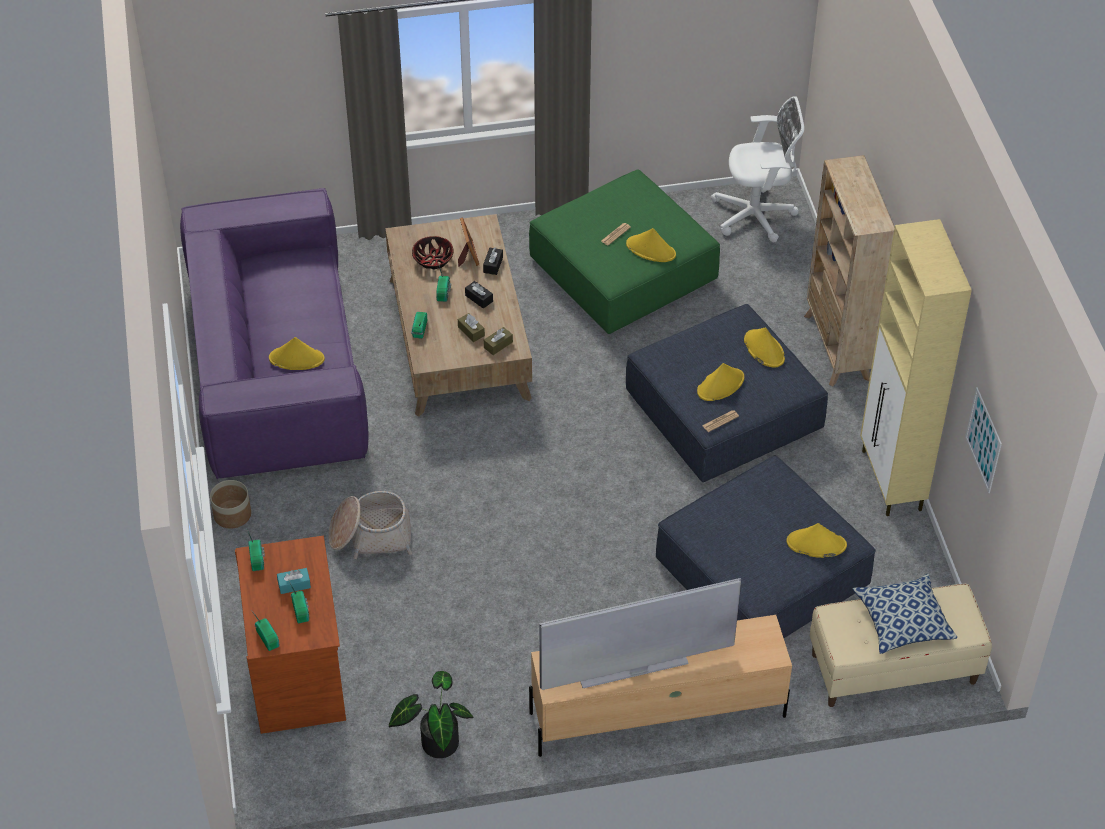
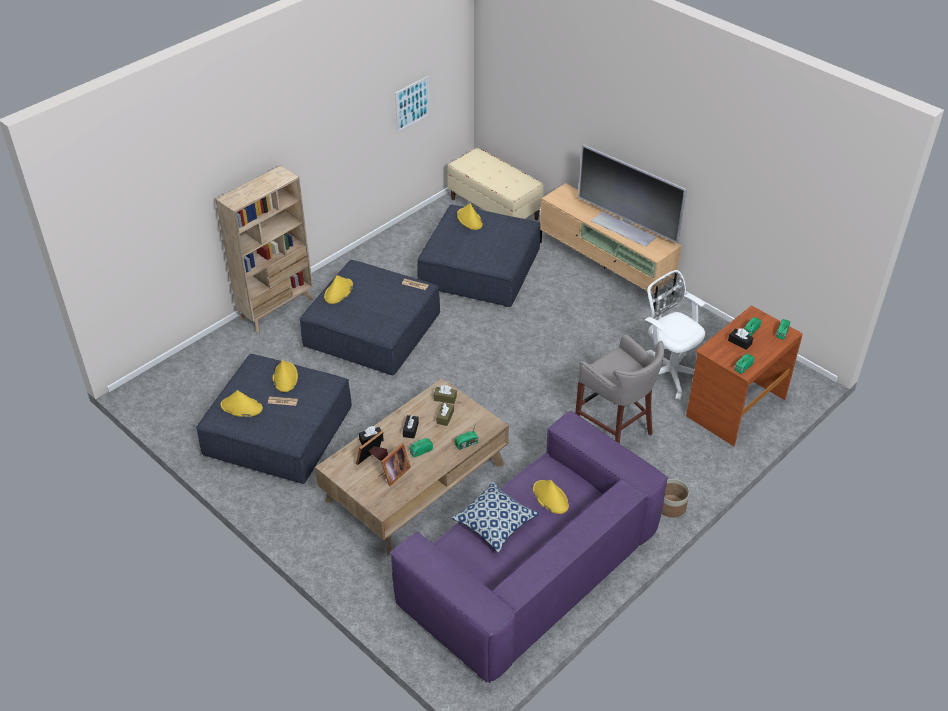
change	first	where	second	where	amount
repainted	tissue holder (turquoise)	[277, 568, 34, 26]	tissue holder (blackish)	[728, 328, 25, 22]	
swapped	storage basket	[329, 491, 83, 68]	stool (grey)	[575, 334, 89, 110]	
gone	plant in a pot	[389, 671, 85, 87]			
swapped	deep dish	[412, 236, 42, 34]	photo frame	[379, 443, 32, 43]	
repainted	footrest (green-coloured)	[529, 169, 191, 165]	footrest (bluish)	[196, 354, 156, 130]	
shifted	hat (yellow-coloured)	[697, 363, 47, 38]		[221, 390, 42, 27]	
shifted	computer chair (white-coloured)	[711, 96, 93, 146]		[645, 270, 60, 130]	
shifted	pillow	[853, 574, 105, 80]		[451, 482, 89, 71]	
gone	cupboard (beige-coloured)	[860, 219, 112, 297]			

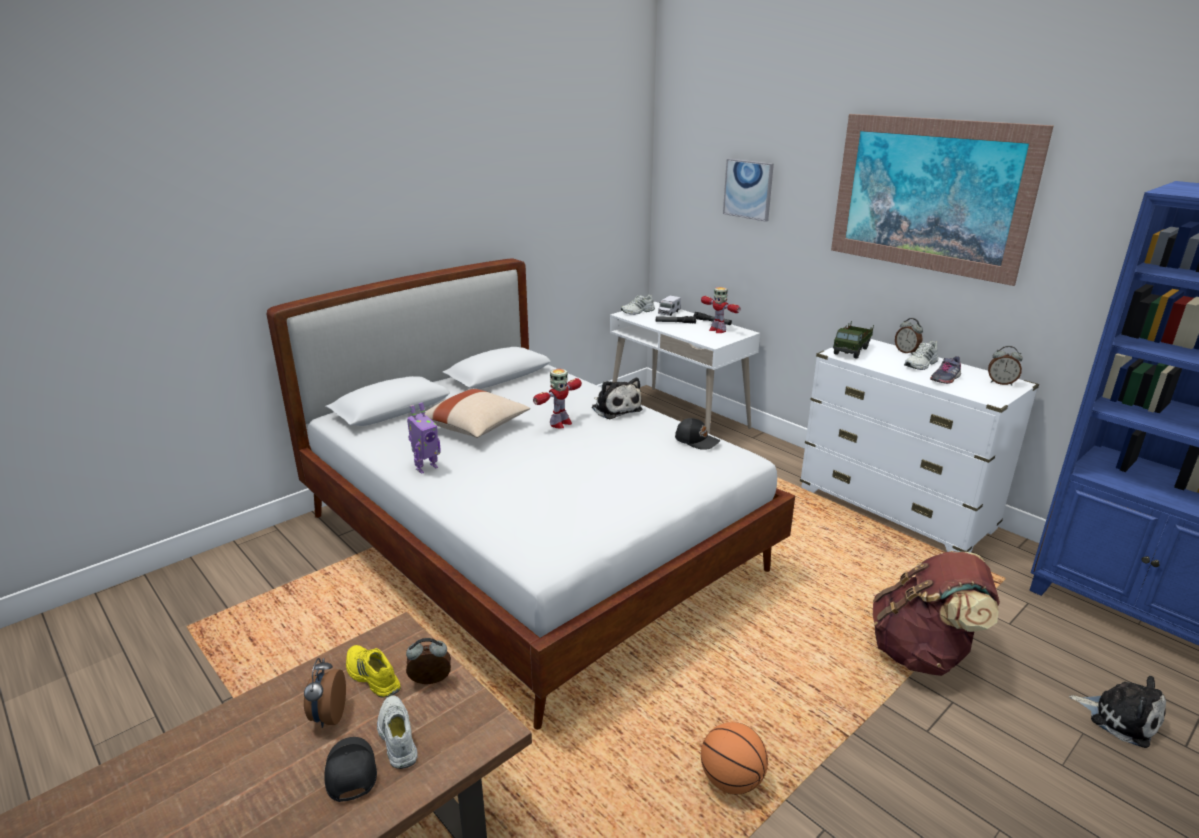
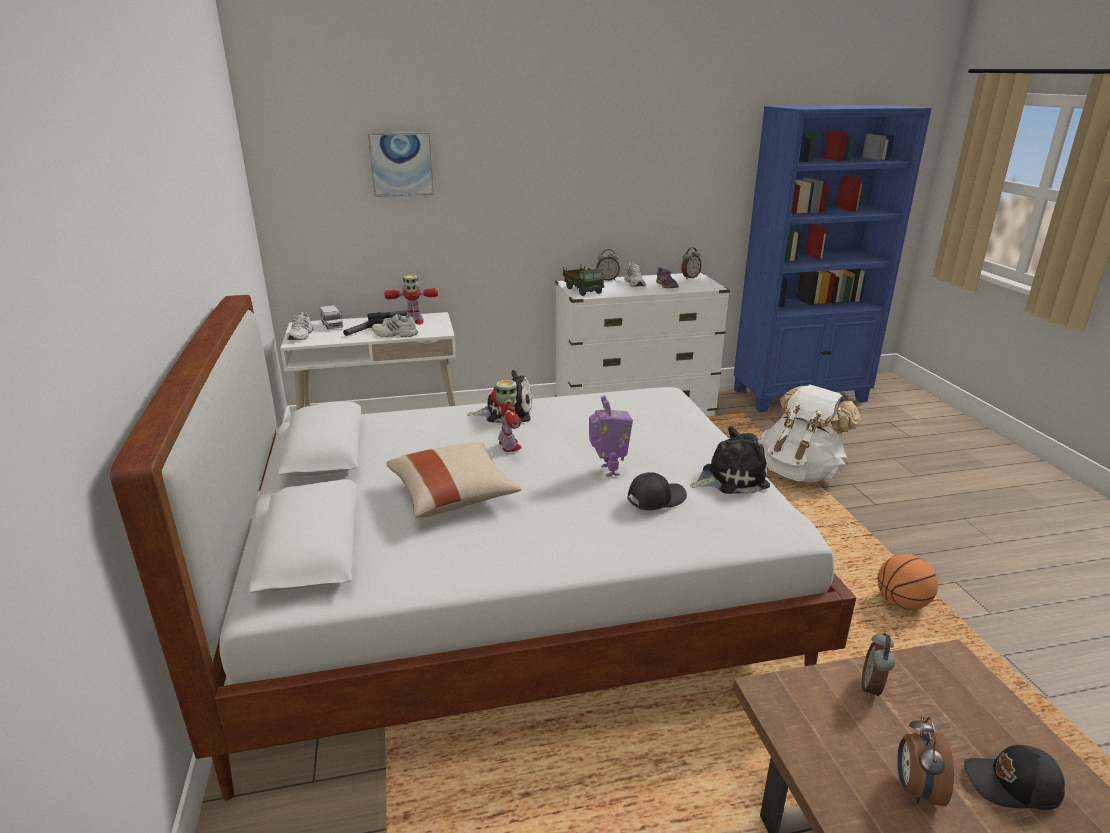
change	first	where	second	where	amount
rotated	table clock	[304, 658, 42, 70]		[897, 716, 57, 90]	75 degrees clockwise
gone	low shoe (yellow-coloured)	[346, 645, 55, 53]			
shifted	low shoe (white-coloured)	[377, 695, 40, 74]		[372, 314, 46, 23]	
shifted	toy robot	[407, 402, 34, 72]		[589, 395, 44, 82]	
shifted	baseball cap (blackish)	[675, 418, 45, 32]		[628, 472, 59, 38]	
gone	wall picture	[831, 114, 223, 172]			
repainted	rucksack (brownish)	[873, 551, 127, 125]	rucksack (white-coloured)	[760, 385, 101, 98]	
shifted	cuddly toy	[1069, 676, 97, 72]		[690, 426, 80, 68]	

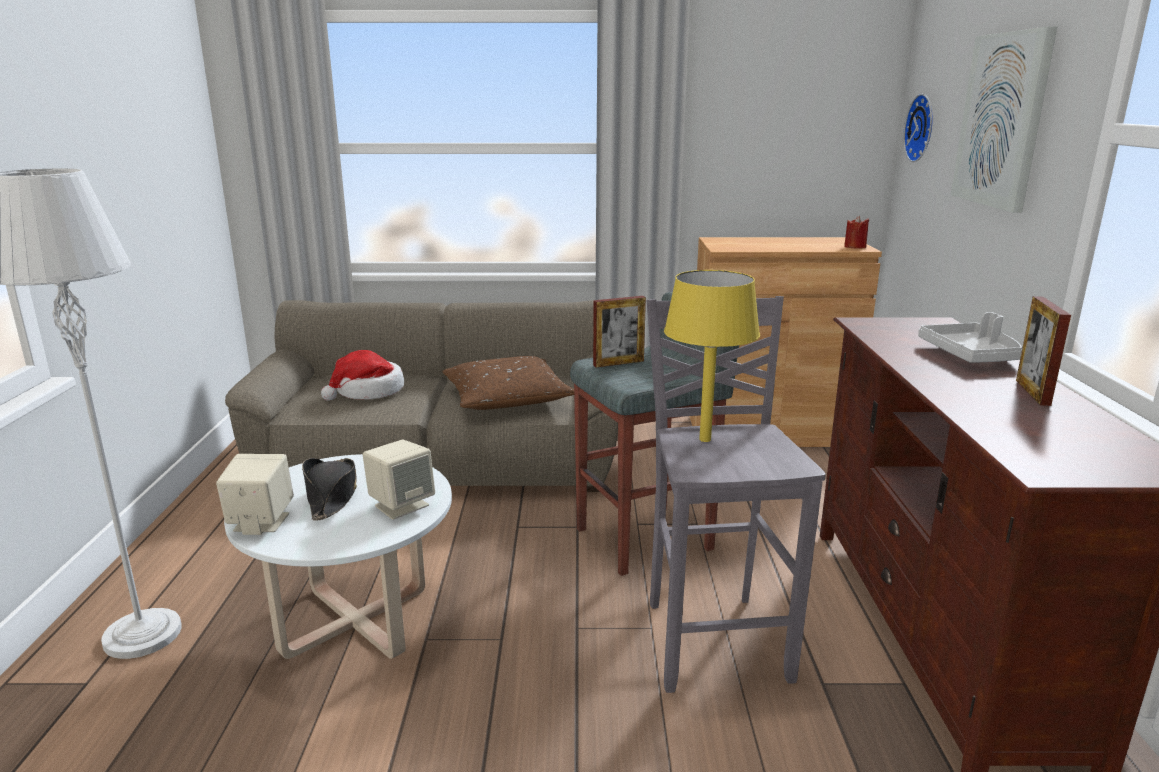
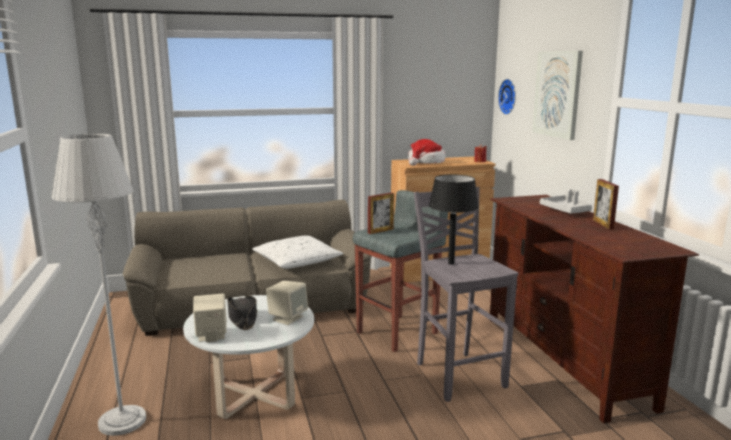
change	first	where	second	where	amount
shifted	hat	[321, 350, 83, 51]		[408, 139, 37, 27]	
repainted	pillow (brownish)	[442, 356, 132, 54]	pillow (white-coloured)	[252, 235, 91, 34]	
repainted	tabletop lamp (yellow-coloured)	[664, 270, 96, 172]	tabletop lamp (blackish)	[429, 175, 50, 90]	

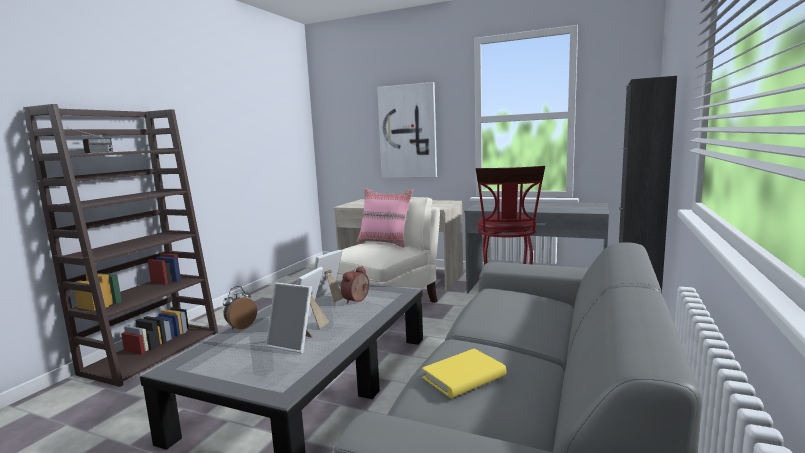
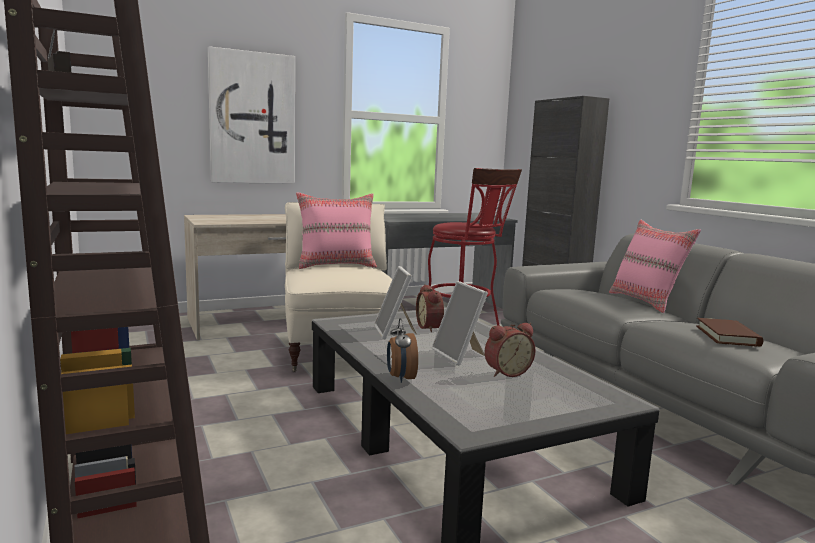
change	first	where	second	where	amount
swapped	photo frame	[266, 282, 47, 72]	table clock	[484, 323, 52, 54]	
repainted	bound book (yellow-coloured)	[422, 349, 84, 49]	bound book (brownish)	[696, 318, 67, 29]	
new			pillow (pink-coloured)	[609, 219, 92, 94]	

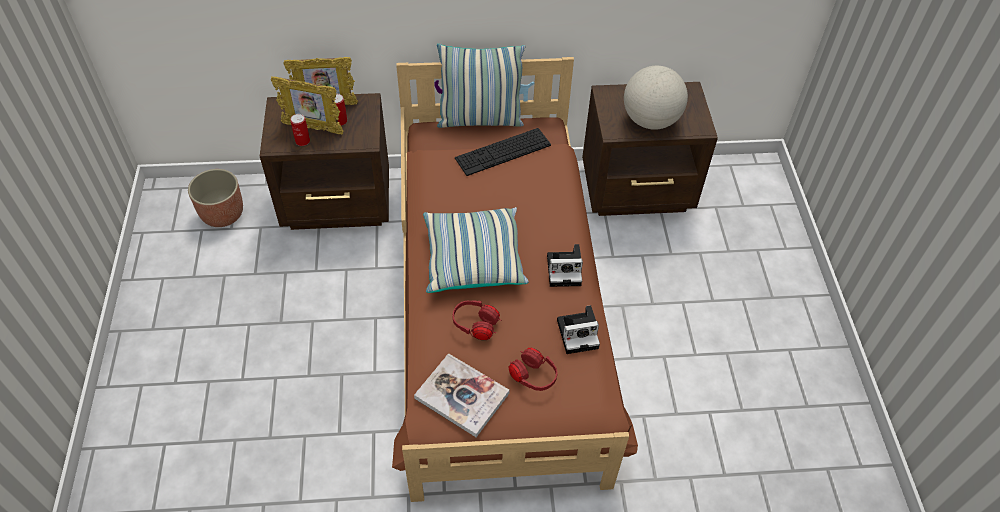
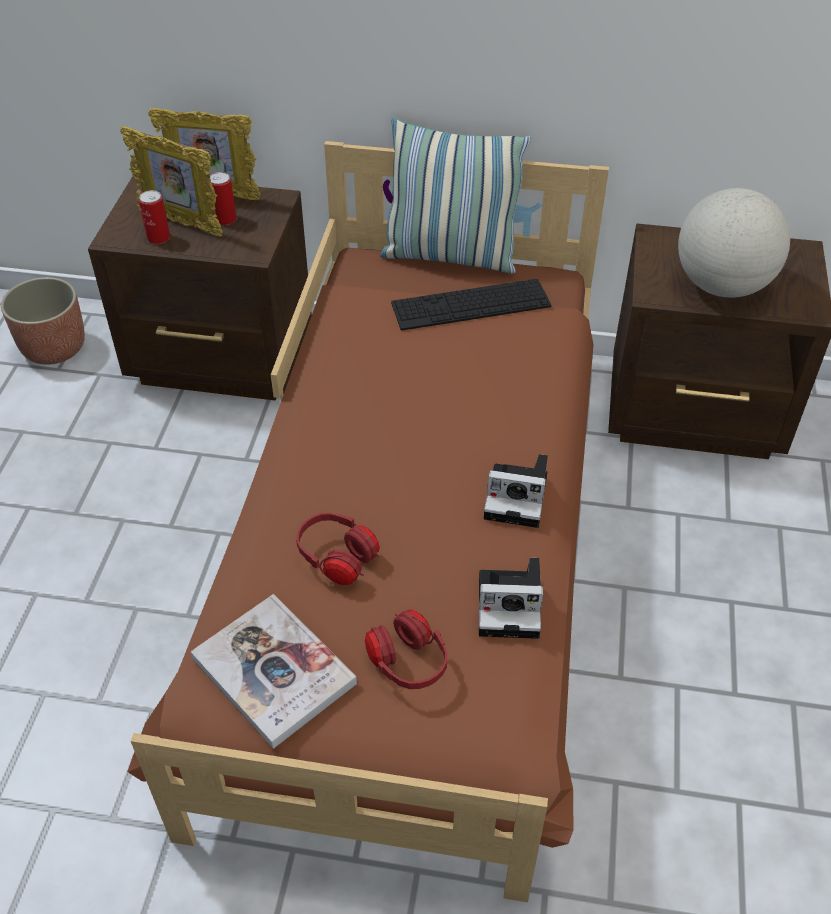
change	first	where	second	where	amount
gone	pillow	[423, 207, 105, 86]			

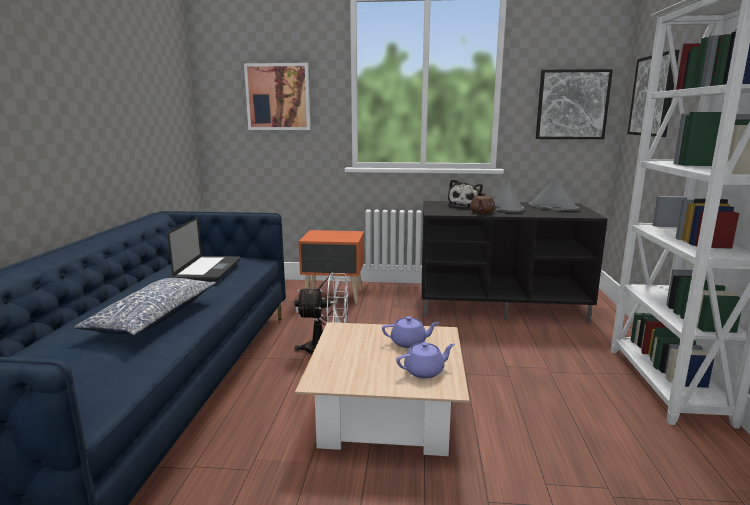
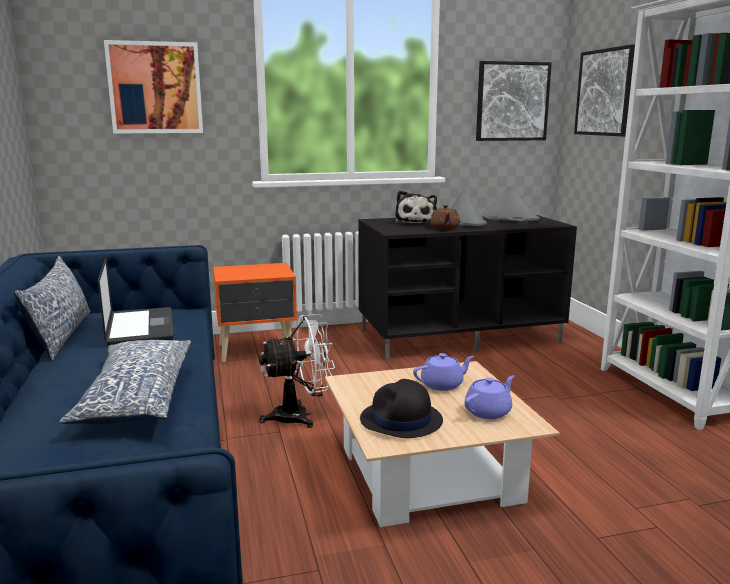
change	first	where	second	where	amount
new			pillow	[14, 256, 76, 105]	
new			hat (blackish)	[360, 379, 83, 59]	

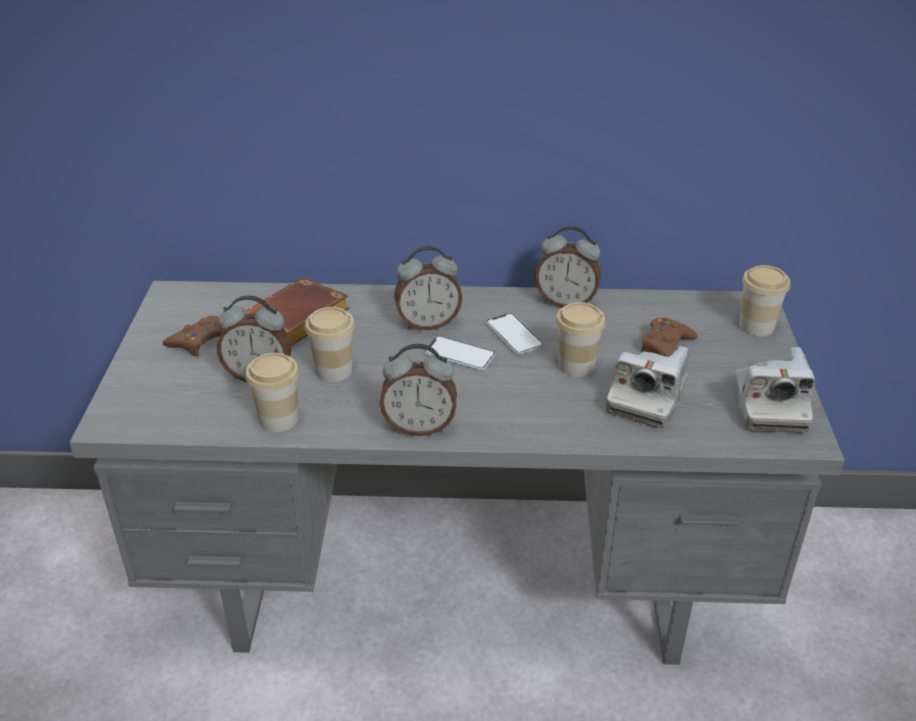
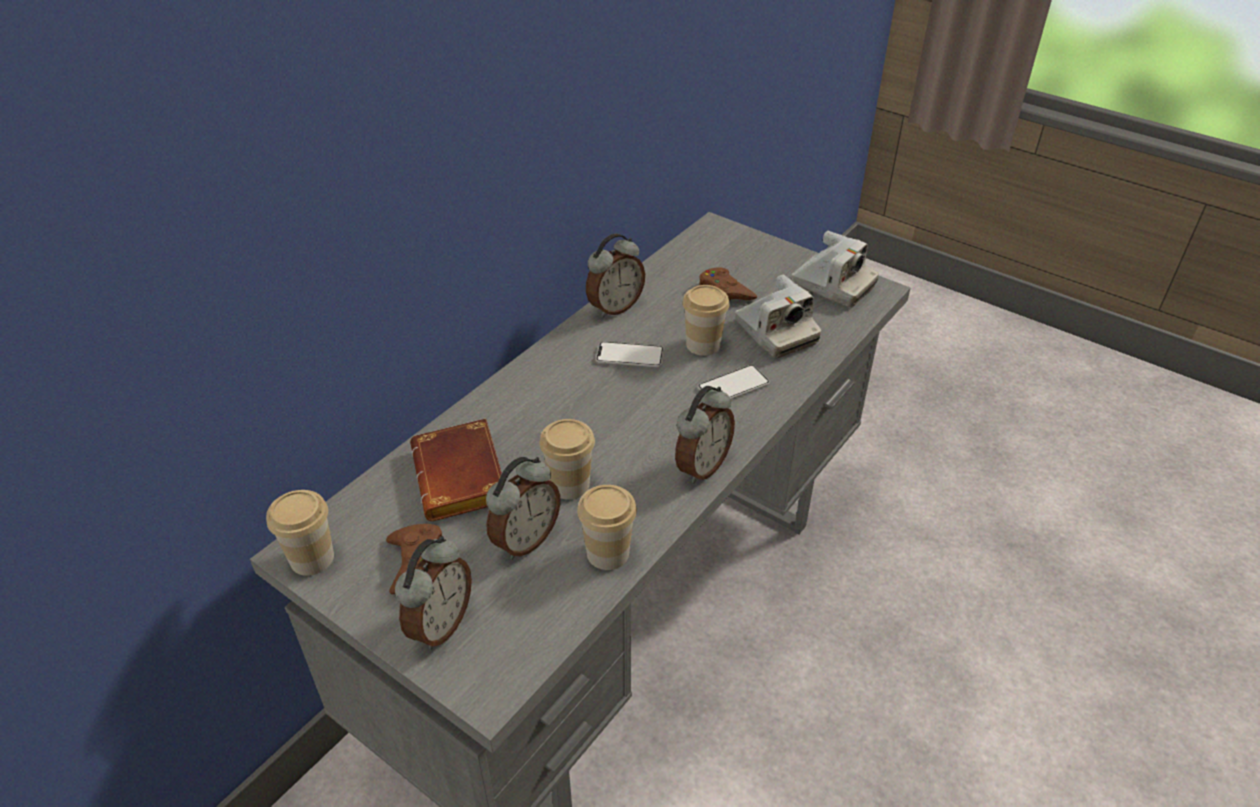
change	first	where	second	where	amount
shifted	table clock	[394, 246, 68, 84]		[395, 536, 77, 114]	
shifted	phone	[424, 336, 72, 34]		[698, 365, 72, 34]	
shifted	cup	[739, 265, 51, 71]		[266, 490, 68, 86]	

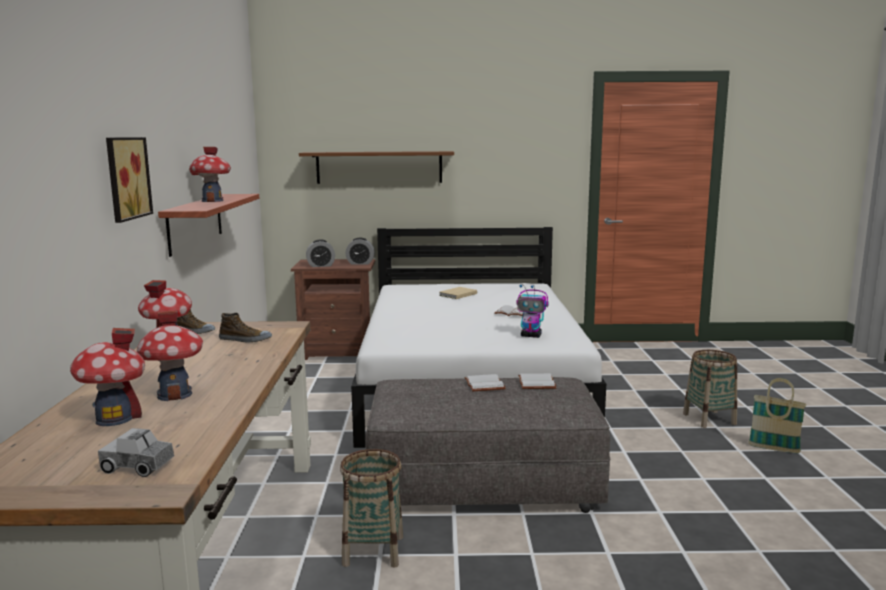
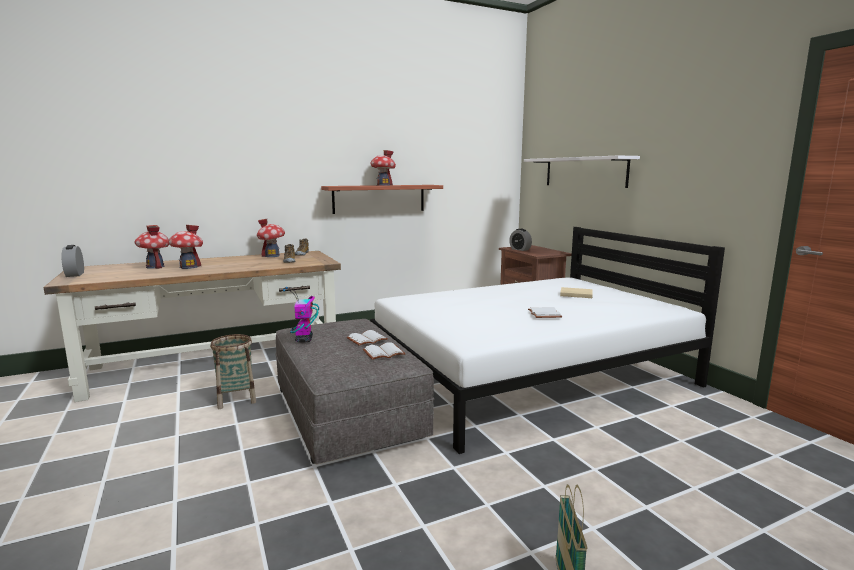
change	first	where	second	where	amount
gone	toy lorry	[98, 428, 76, 49]			
gone	wall picture	[106, 137, 47, 86]			
repainted	bracket shelf (brownish)	[299, 151, 155, 33]	bracket shelf (white-coloured)	[524, 156, 116, 32]	
shifted	table clock	[346, 238, 29, 26]		[61, 245, 23, 32]	
shifted	toy robot	[516, 285, 33, 53]		[283, 286, 36, 56]	
gone	storage basket	[683, 350, 54, 78]			

